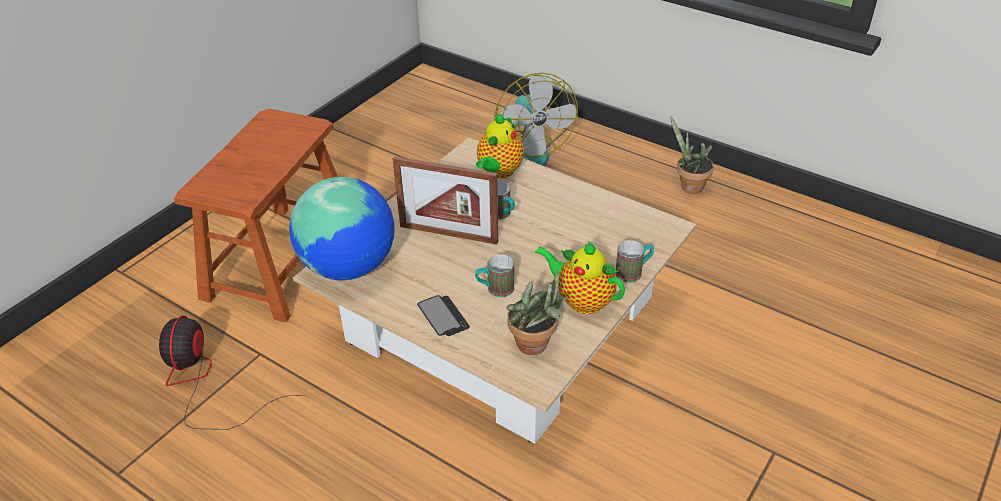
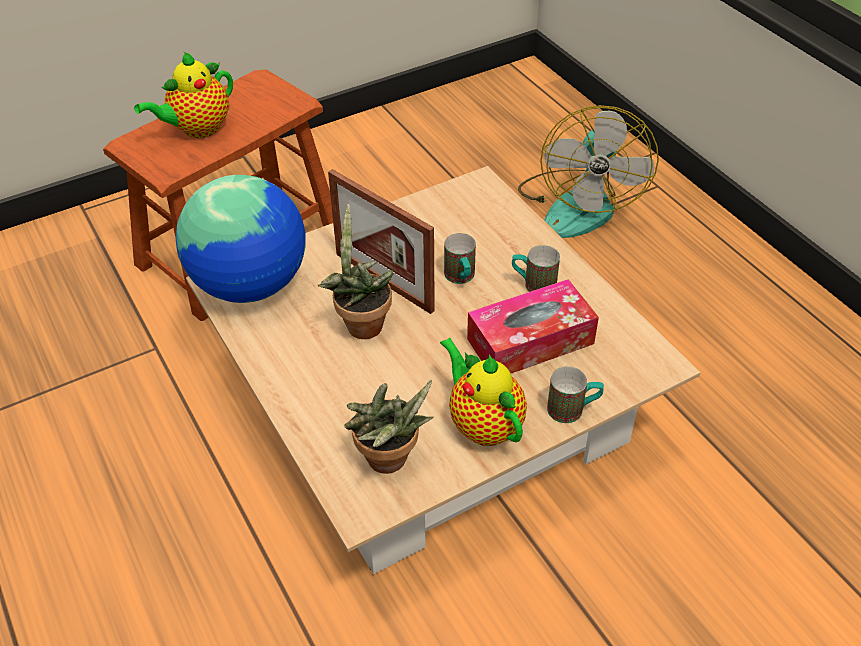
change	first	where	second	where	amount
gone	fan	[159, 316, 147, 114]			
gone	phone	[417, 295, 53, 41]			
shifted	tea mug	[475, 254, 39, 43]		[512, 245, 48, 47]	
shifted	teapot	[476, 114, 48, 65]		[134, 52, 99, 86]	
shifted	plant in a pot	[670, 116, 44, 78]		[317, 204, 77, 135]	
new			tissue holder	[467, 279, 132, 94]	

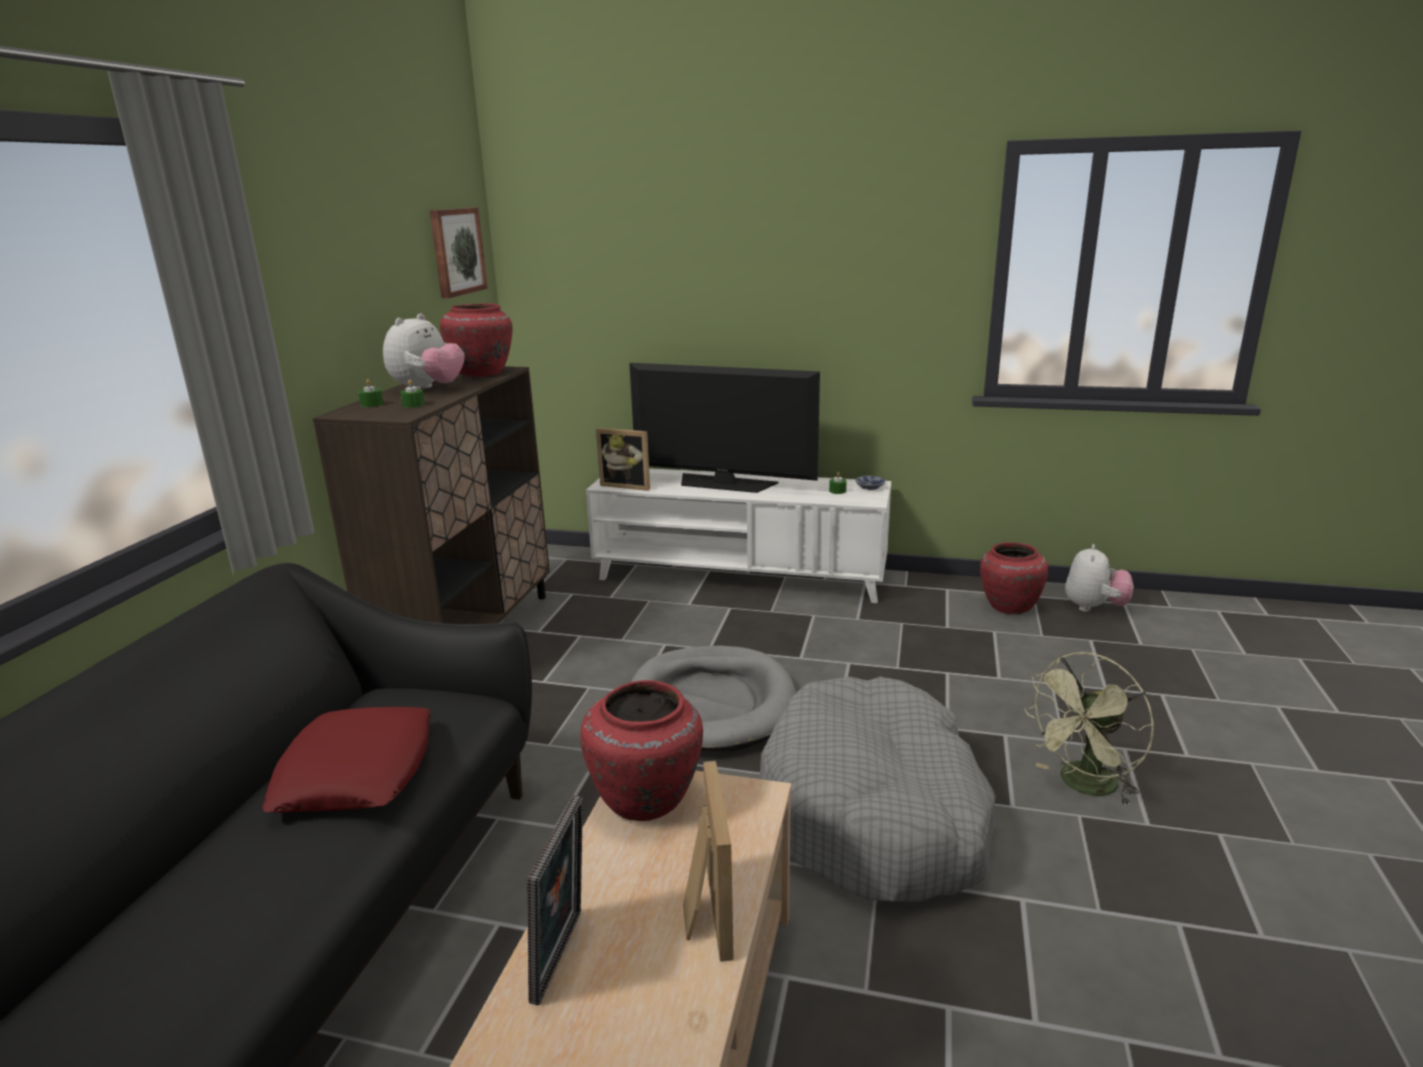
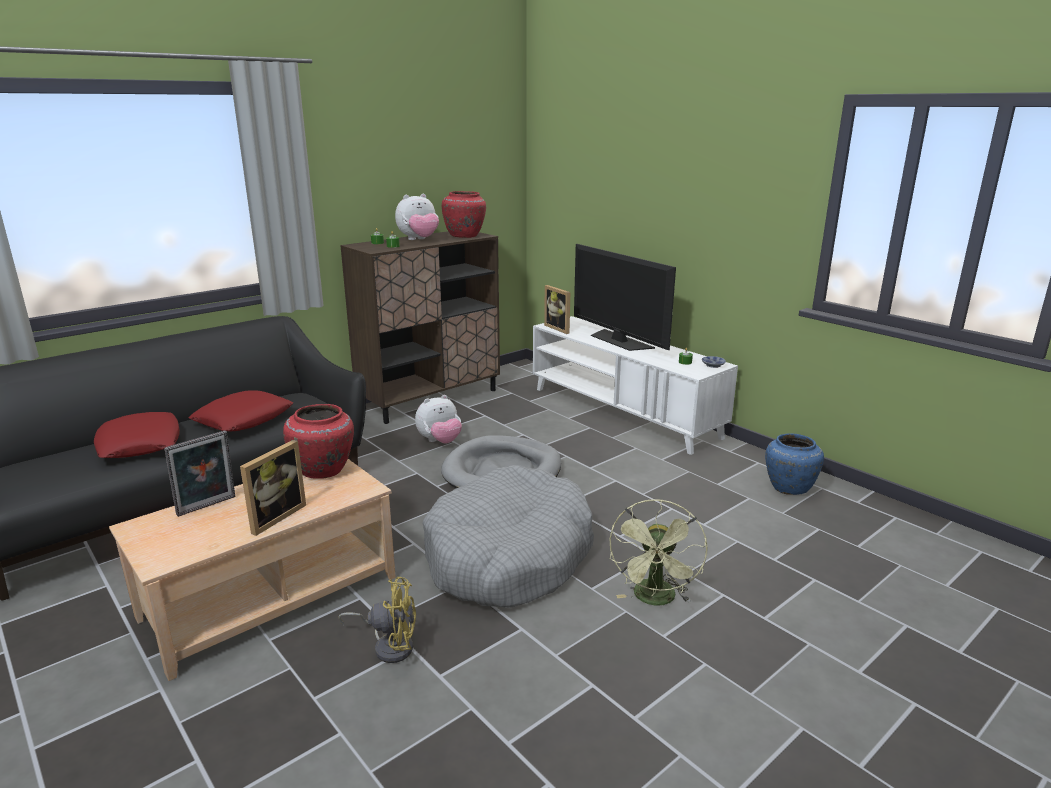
change	first	where	second	where	amount
gone	wall picture	[430, 207, 58, 91]			
repainted	decorative vase (red-coloured)	[980, 542, 68, 73]	decorative vase (bluish)	[765, 433, 59, 62]	
rotated	fan (green-coloured)	[1024, 652, 130, 154]		[609, 500, 99, 105]	75 degrees counterclockwise
shifted	cuddly toy	[1065, 544, 68, 68]		[415, 395, 47, 49]	
new			pillow (red-coloured)	[94, 412, 86, 46]	
new			fan (yellow-coloured)	[338, 577, 78, 86]	

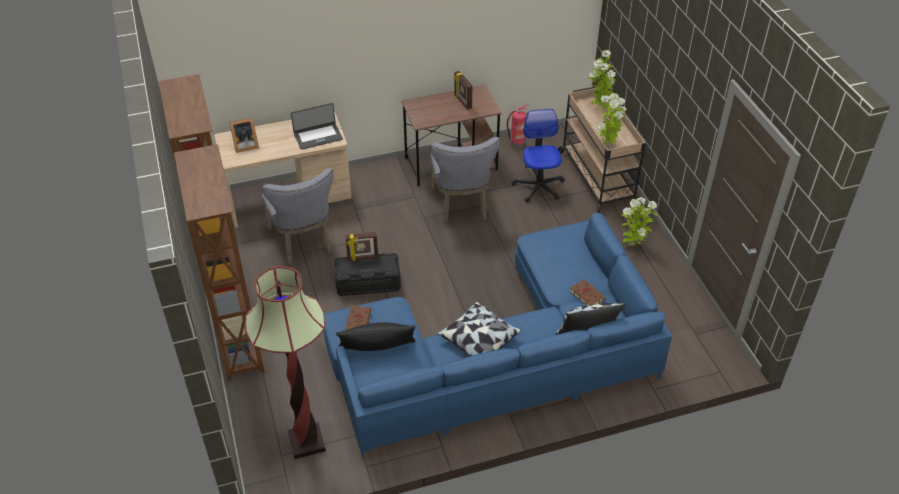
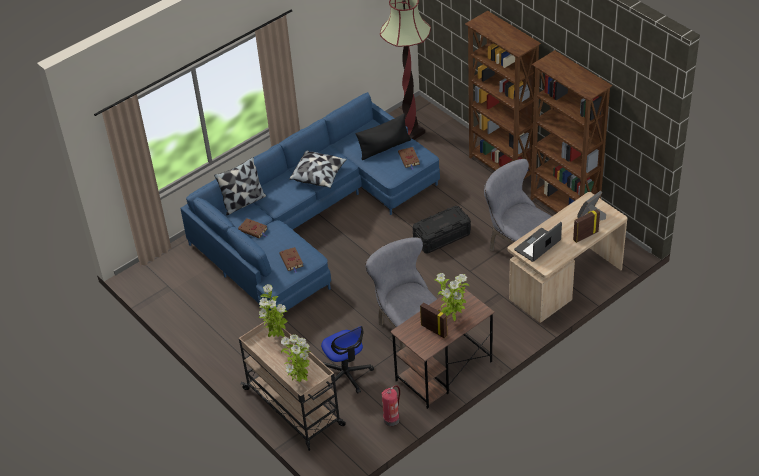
change	first	where	second	where	amount
shifted	photo frame	[345, 232, 33, 29]		[573, 209, 27, 34]	
shifted	plant in a pot	[621, 197, 36, 50]		[434, 273, 36, 48]	
new			bound book (brownish)	[279, 247, 24, 26]	

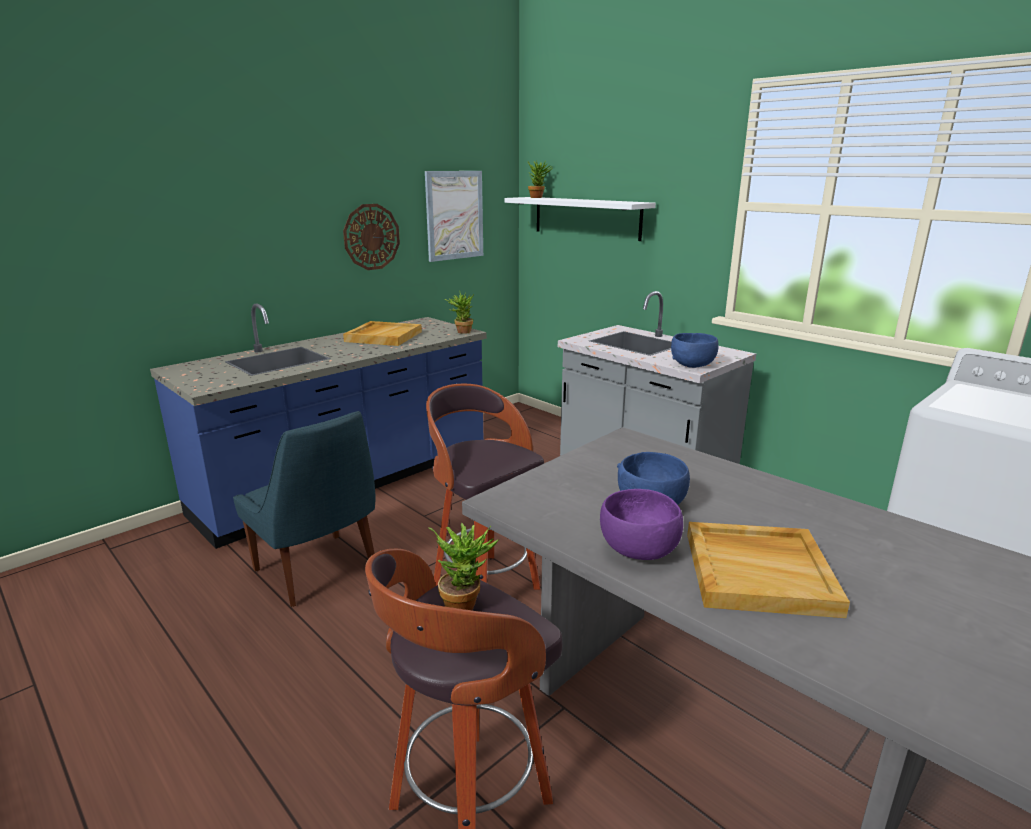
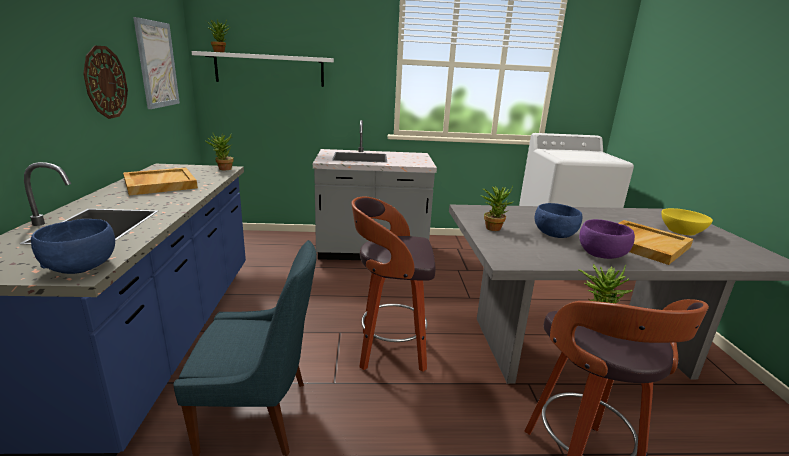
change	first	where	second	where	amount
shifted	deep dish (bluish)	[671, 333, 48, 35]		[31, 219, 84, 55]	
new			plant in a pot	[480, 186, 33, 45]	
new			deep dish (yellow-coloured)	[662, 208, 51, 27]	

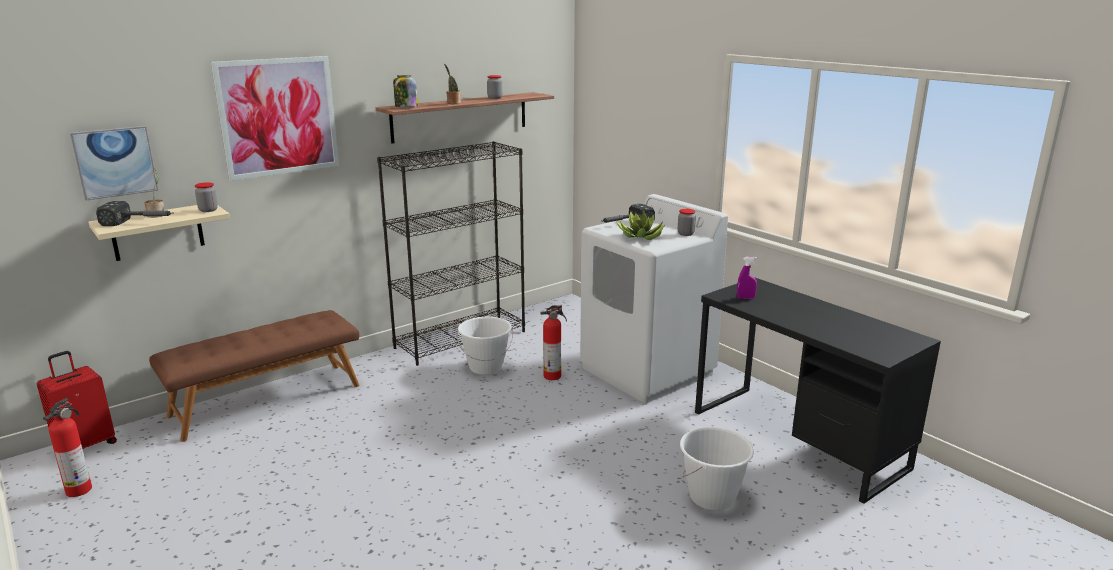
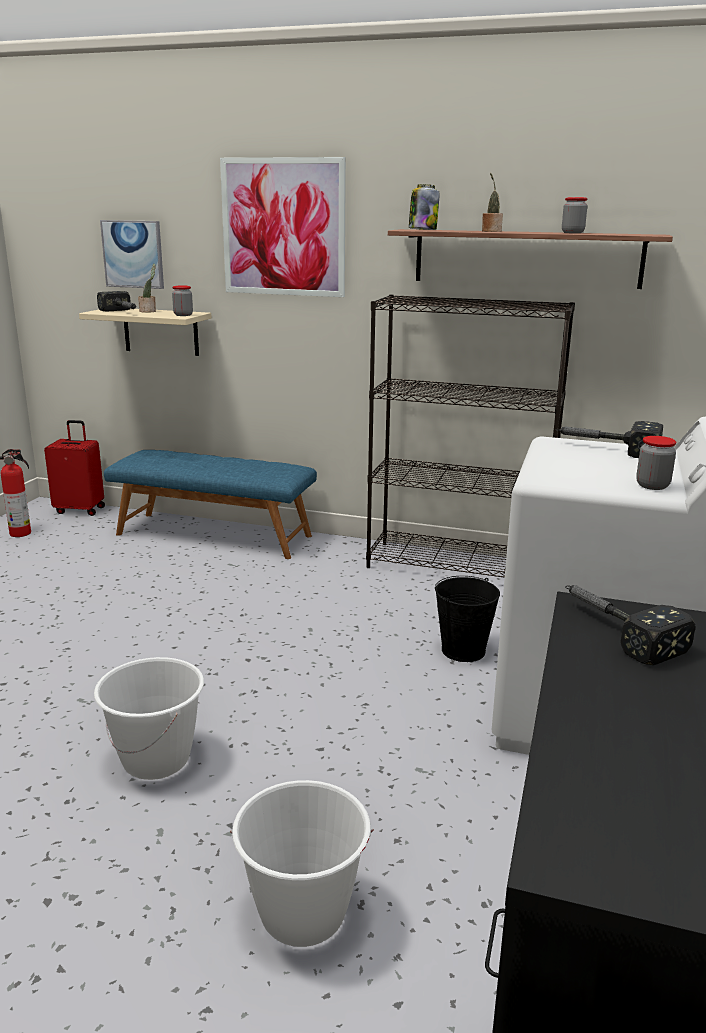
change	first	where	second	where	amount
repainted	long seat (brownish)	[149, 310, 210, 132]	long seat (bluish)	[104, 450, 213, 109]	
shifted	bucket (white-coloured)	[457, 317, 56, 58]		[94, 657, 110, 123]	
swapped	fire-fighting cylinder	[541, 305, 26, 75]	bucket (blackish)	[435, 576, 65, 86]	
gone	plant in a pot	[616, 212, 50, 28]			
swapped	sprayer (purple)	[737, 257, 20, 42]	hammer	[565, 585, 131, 80]	

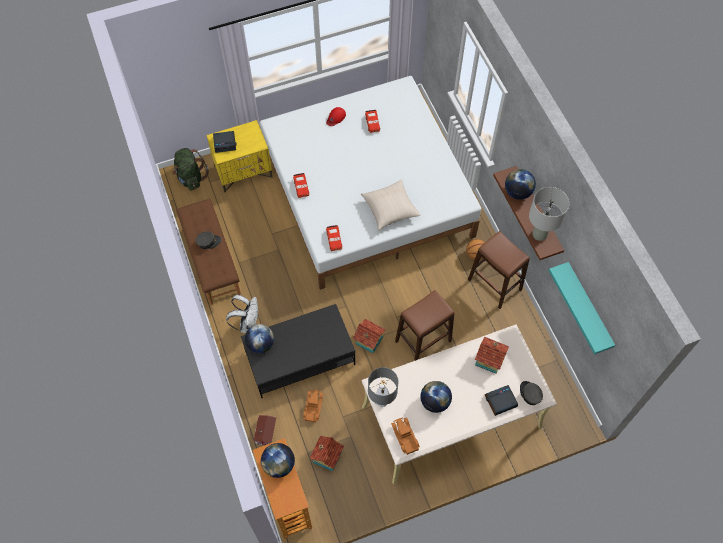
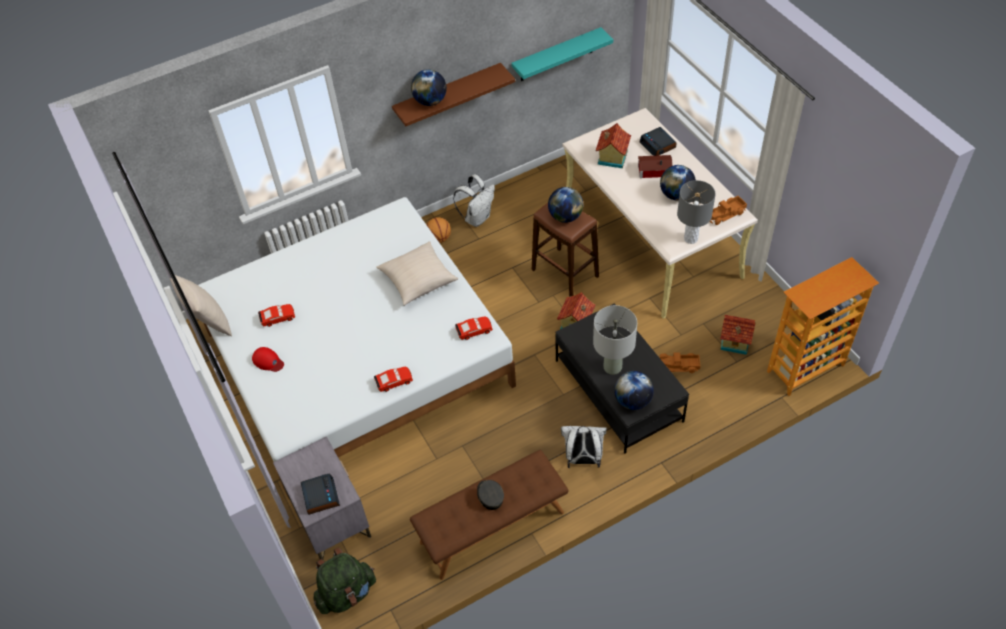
change	first	where	second	where	amount
repainted	night table (yellow-coloured)	[206, 120, 66, 72]	night table (grey)	[273, 436, 98, 124]	
shifted	miniature house	[253, 415, 23, 30]		[638, 155, 35, 23]	
shifted	globe	[261, 443, 34, 35]		[548, 187, 35, 36]	
swapped	stool (brownish)	[468, 231, 62, 78]	rucksack (white-coloured)	[453, 174, 42, 53]	
gone	baseball cap (grey)	[520, 381, 23, 24]			
shifted	tabletop lamp (grey)	[529, 187, 40, 54]		[593, 305, 44, 70]	
new			pillow (beige-coloured)	[170, 275, 62, 61]	

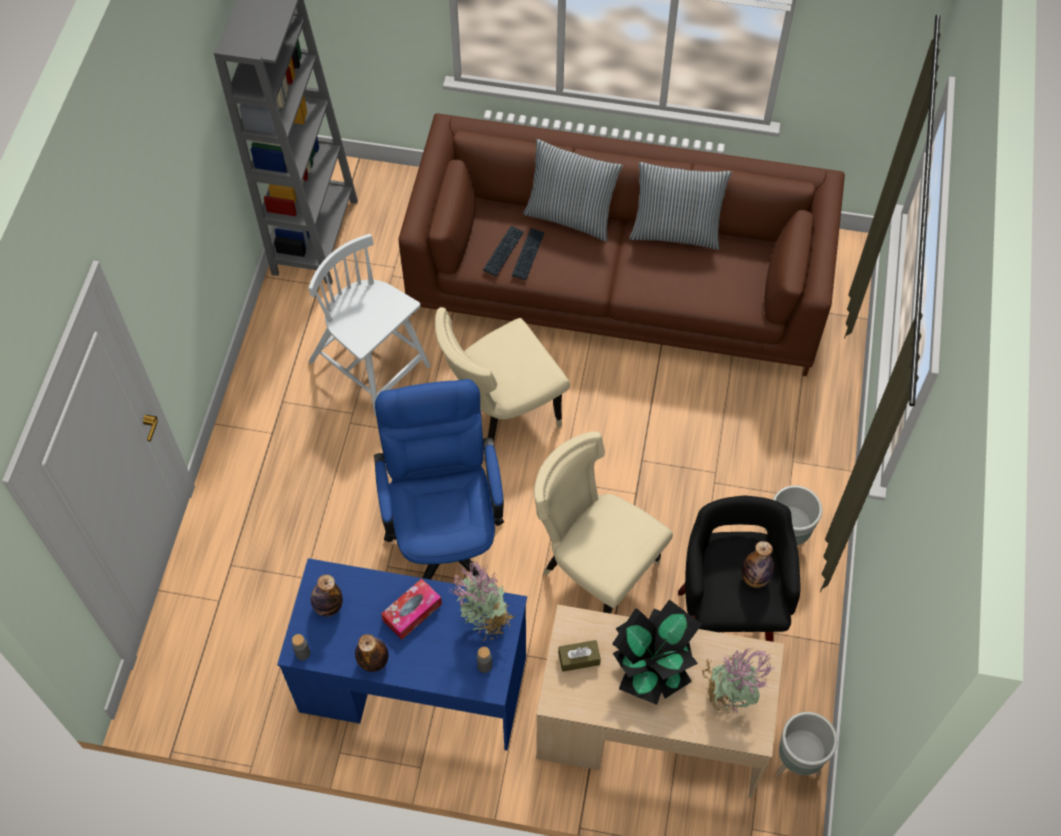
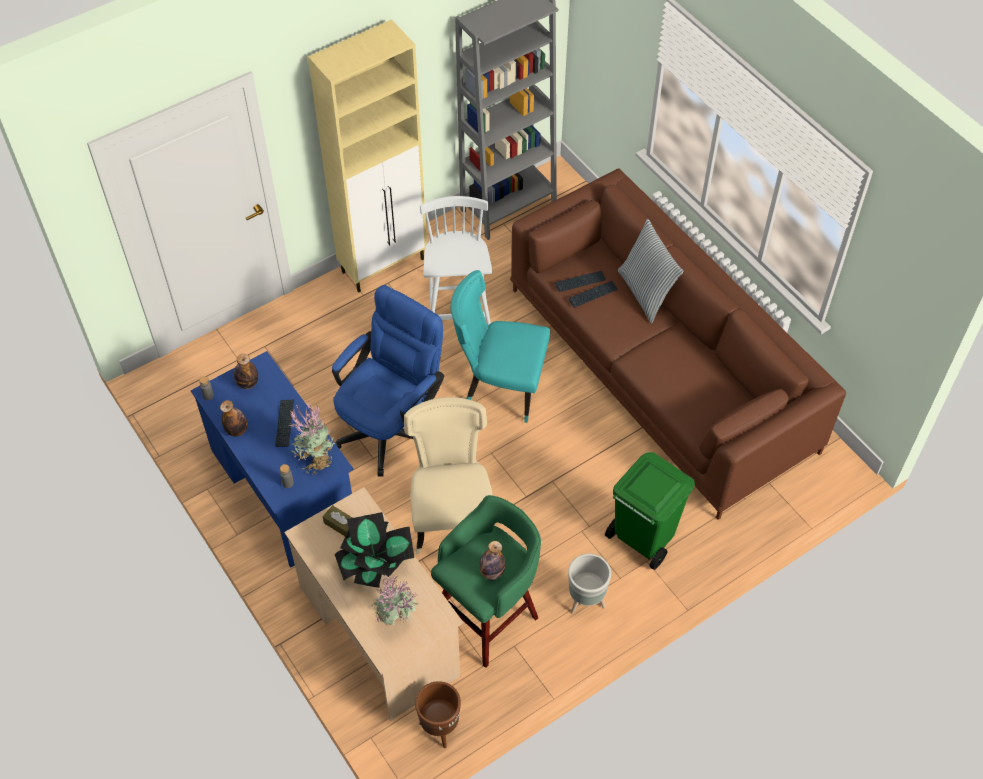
change	first	where	second	where	amount
swapped	tissue holder	[381, 578, 61, 62]	PC keyboard	[275, 400, 19, 47]	
repainted	plain chair (beige-coloured)	[435, 307, 135, 136]	plain chair (turquoise)	[450, 270, 100, 153]	
gone	pillow	[629, 162, 103, 88]			
repainted	stool (blackish)	[678, 495, 122, 147]	stool (green-coloured)	[431, 495, 110, 173]	
repainted	planter (grey)	[776, 712, 61, 64]	planter (brownish)	[415, 681, 46, 67]	
new			cupboard (beige-coloured)	[308, 20, 119, 273]	
new			rubbish bin (green-coloured)	[605, 452, 90, 118]	

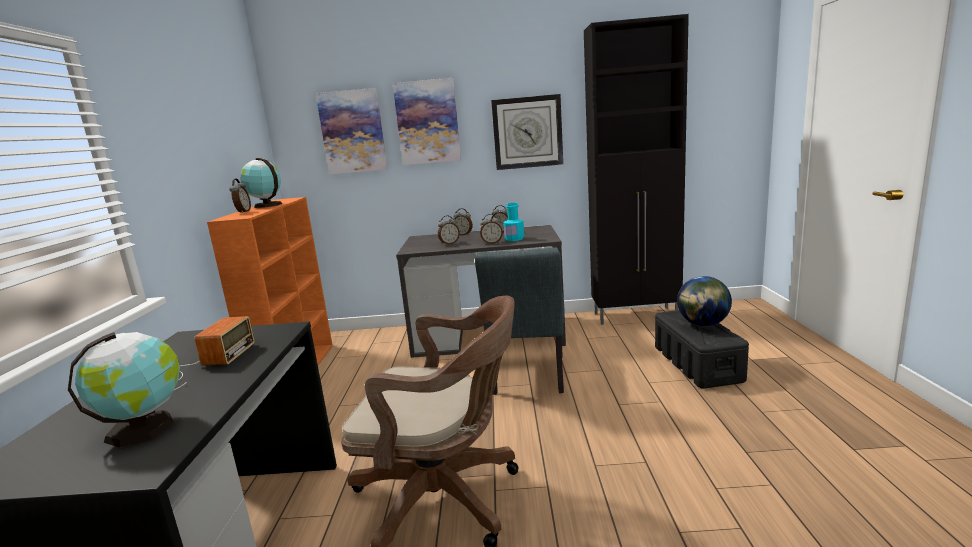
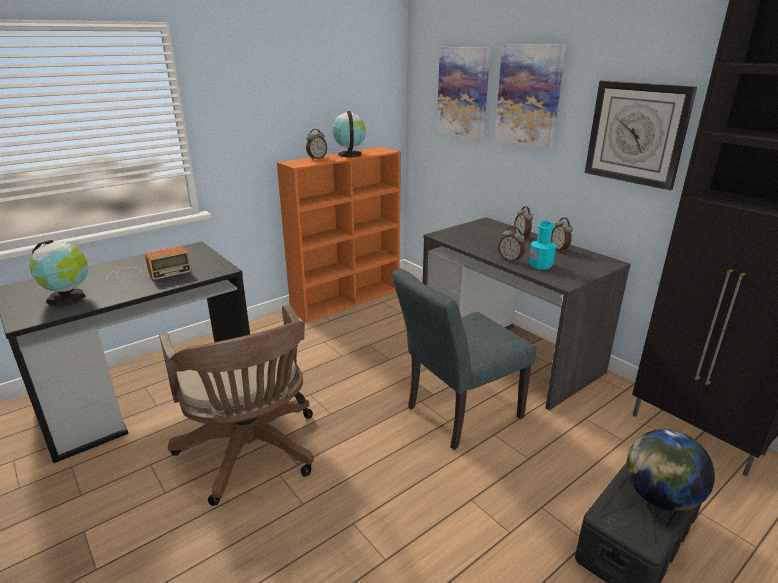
change	first	where	second	where	amount
gone	table clock	[438, 216, 22, 29]			

